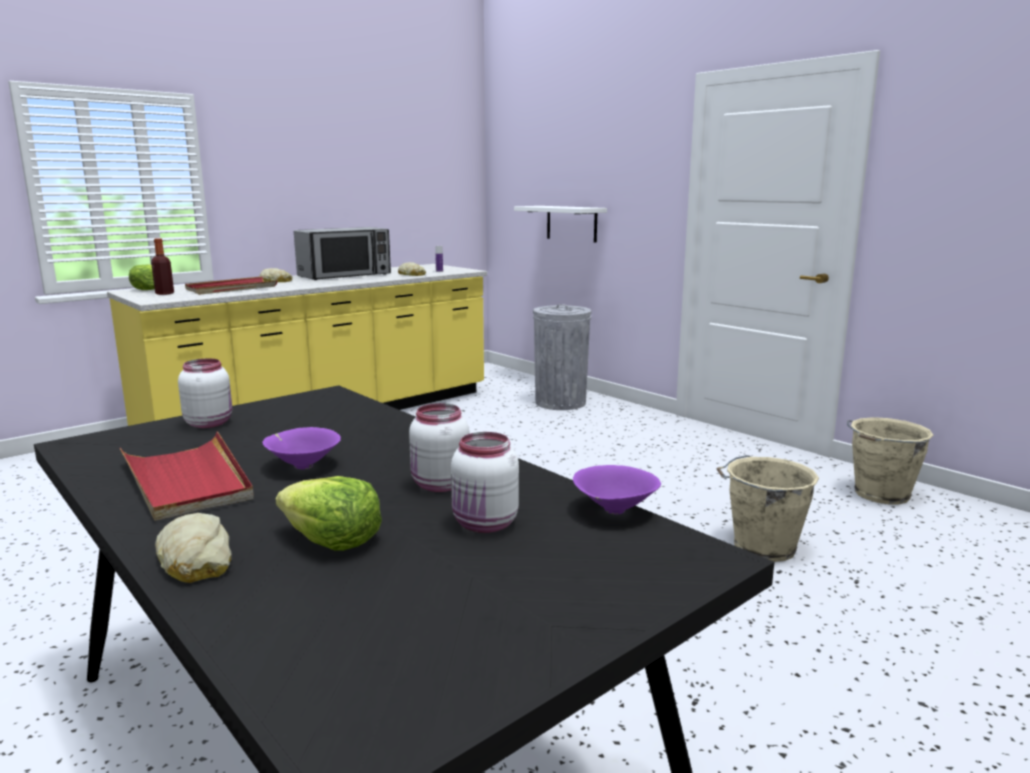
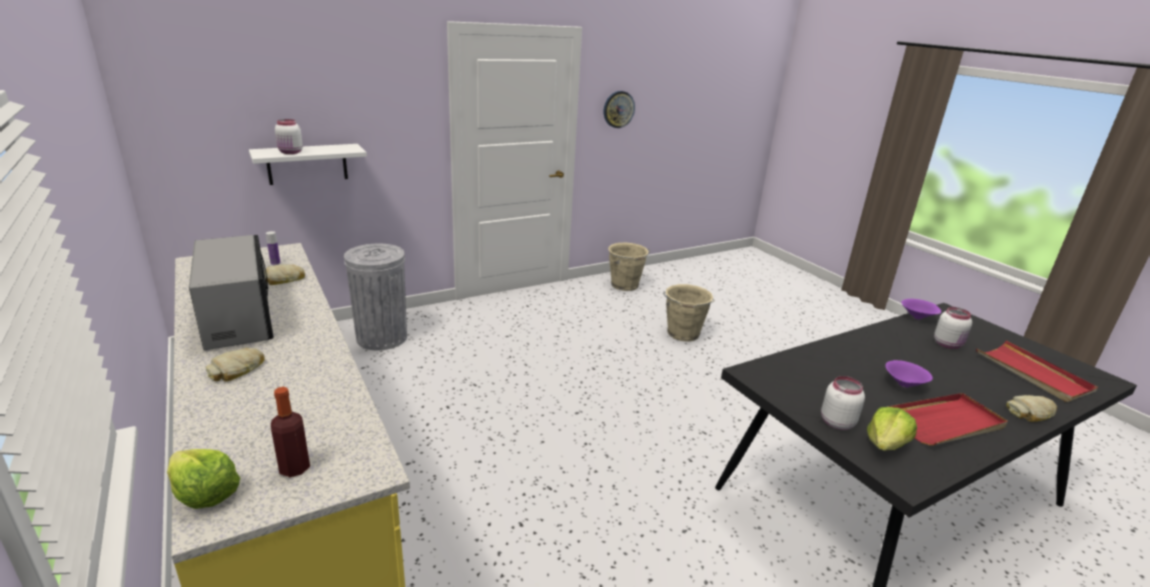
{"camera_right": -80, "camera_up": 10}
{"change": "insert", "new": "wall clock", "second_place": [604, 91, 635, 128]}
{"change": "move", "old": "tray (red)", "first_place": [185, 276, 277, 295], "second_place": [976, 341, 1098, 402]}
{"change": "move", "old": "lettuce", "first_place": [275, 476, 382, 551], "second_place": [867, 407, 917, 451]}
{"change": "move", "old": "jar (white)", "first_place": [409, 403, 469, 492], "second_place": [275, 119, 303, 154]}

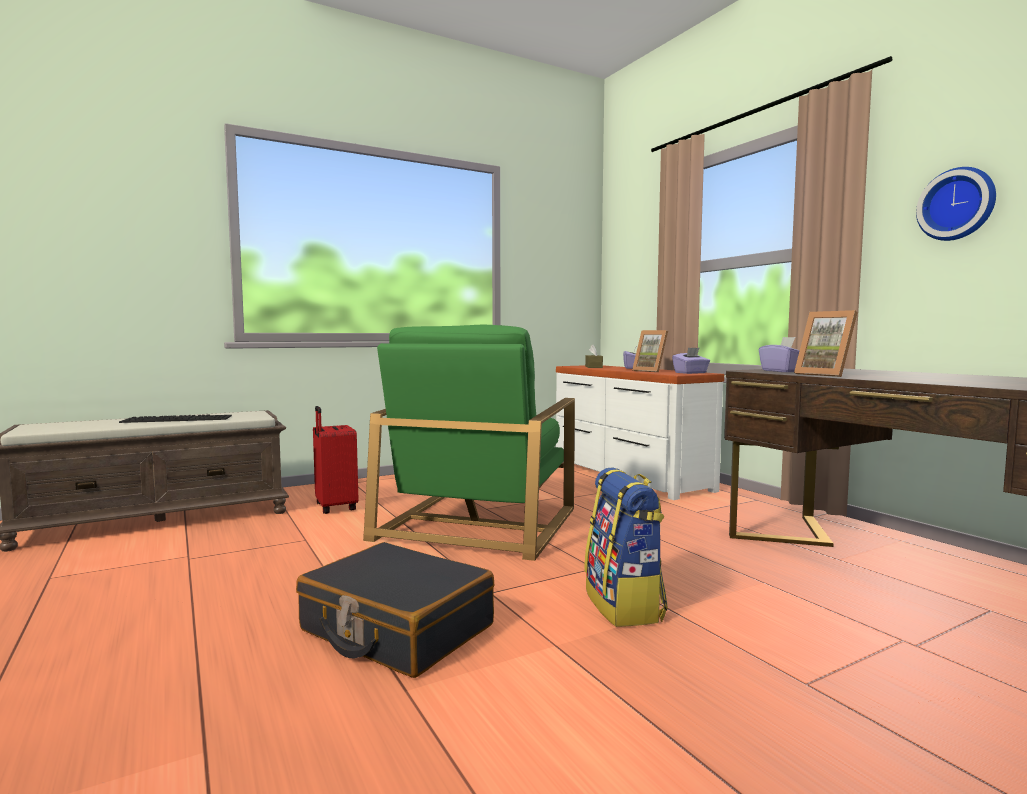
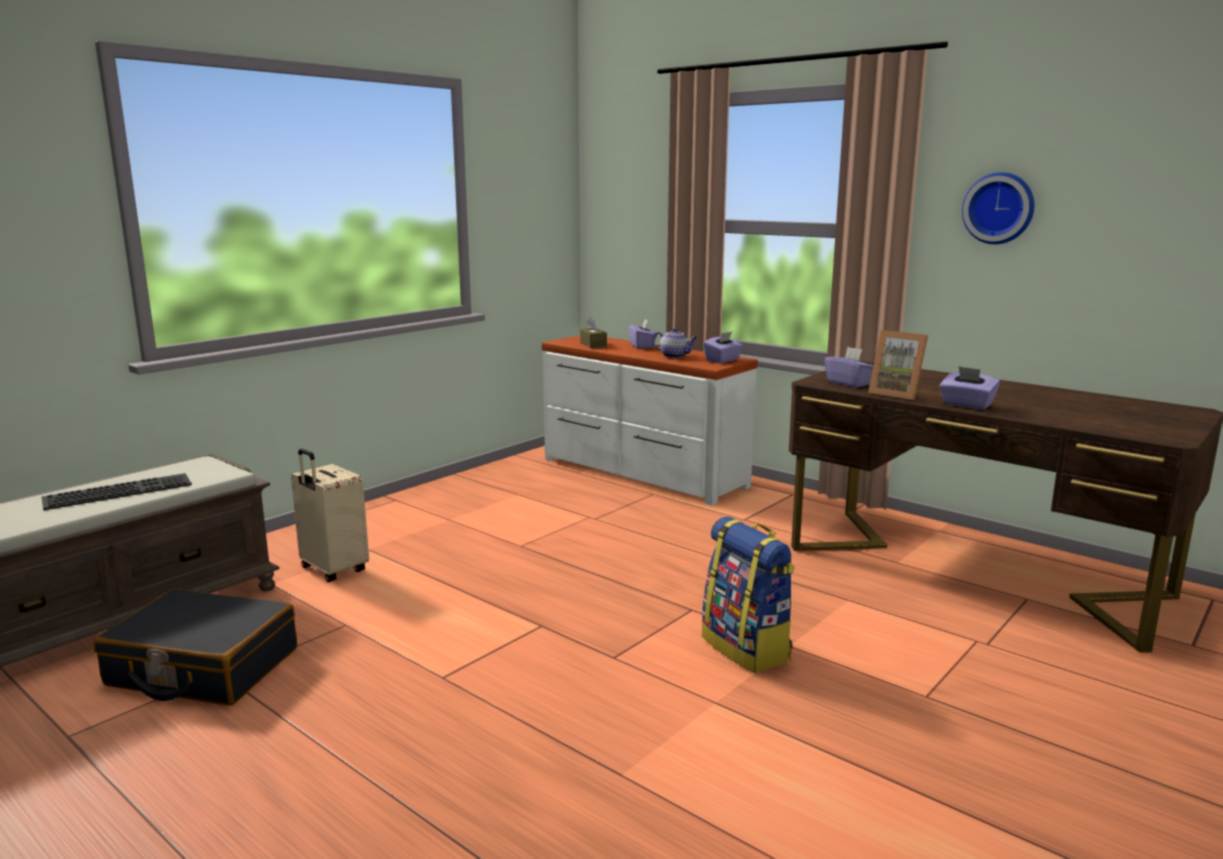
{"camera_right": -20, "camera_up": 10}
{"change": "delete", "old": "armchair (green)", "first_place": [363, 324, 575, 561]}
{"change": "insert", "new": "tissue box (purple)", "second_place": [939, 366, 1000, 410]}
{"change": "move", "old": "suitcase (black)", "first_place": [296, 542, 494, 678], "second_place": [94, 589, 297, 706]}
{"change": "replace", "old": "picture frame", "new": "teapot", "first_place": [632, 330, 668, 372], "second_place": [652, 328, 698, 358]}
{"change": "recolor", "old": "suitcase (red)", "new": "suitcase (beige)", "first_place": [313, 406, 359, 514], "second_place": [291, 448, 369, 582]}

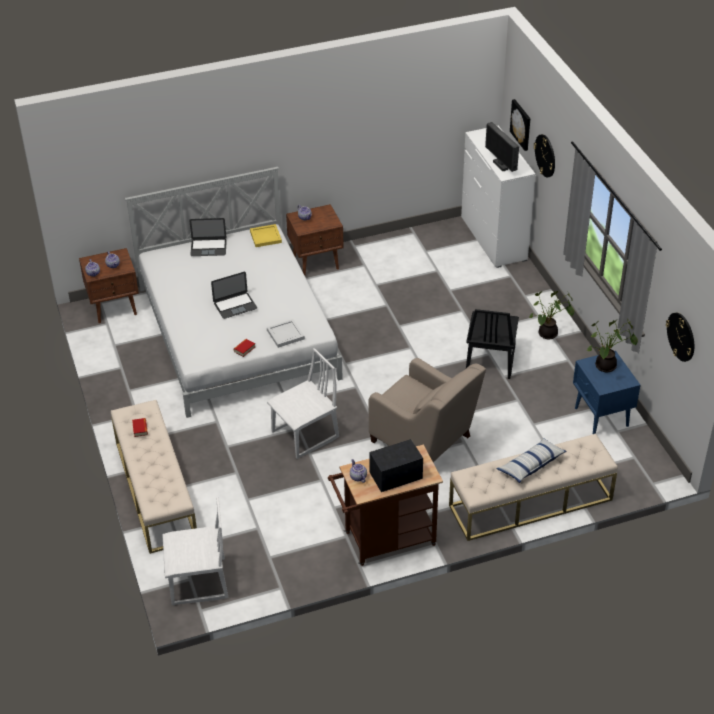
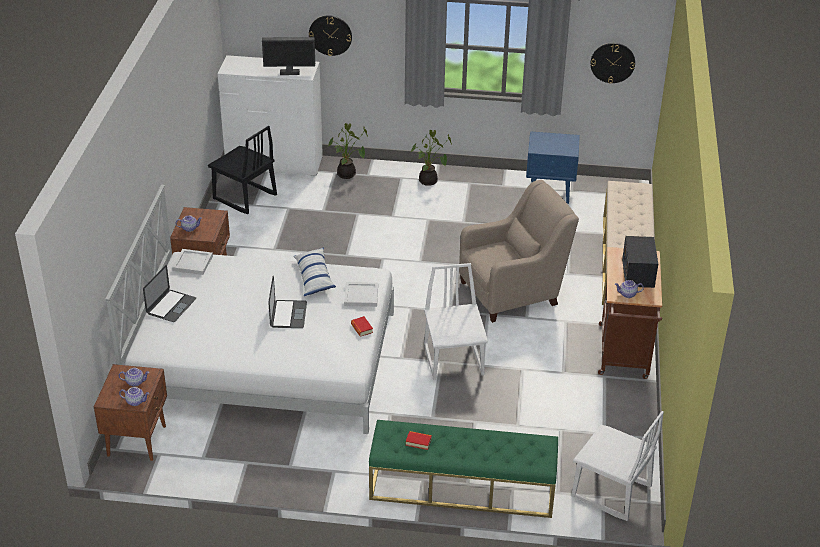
{"camera_right": -65, "camera_up": -5}
{"change": "delete", "old": "picture", "first_place": [510, 99, 531, 151]}
{"change": "move", "old": "chair (black)", "first_place": [466, 309, 519, 379], "second_place": [208, 126, 277, 214]}
{"change": "move", "old": "pillow", "first_place": [496, 438, 567, 483], "second_place": [294, 247, 336, 296]}
{"change": "move", "old": "potted plant", "first_place": [587, 319, 638, 372], "second_place": [328, 123, 368, 179]}
{"change": "recolor", "old": "bench (beige)", "new": "bench (green)", "first_place": [111, 400, 197, 554], "second_place": [369, 420, 558, 518]}
{"change": "recolor", "old": "tray (yellow)", "new": "tray (white)", "first_place": [250, 224, 282, 247], "second_place": [172, 249, 213, 275]}
{"change": "rotate", "old": "chair (white)", "first_place": [162, 497, 228, 605], "second_place": [572, 411, 664, 521], "degrees": 105}

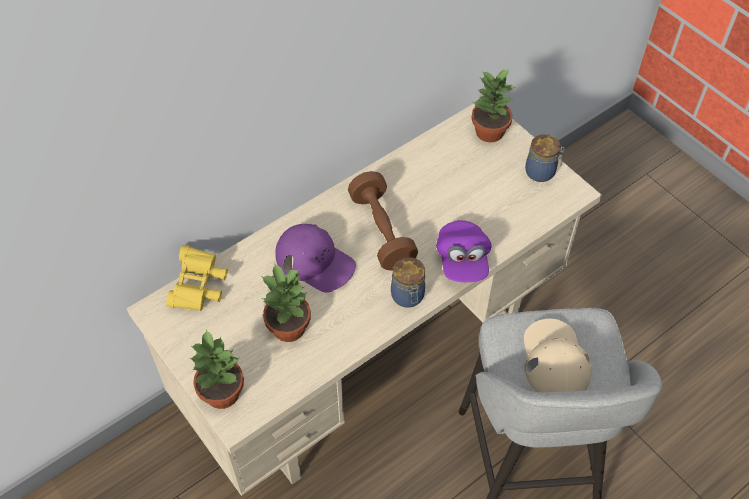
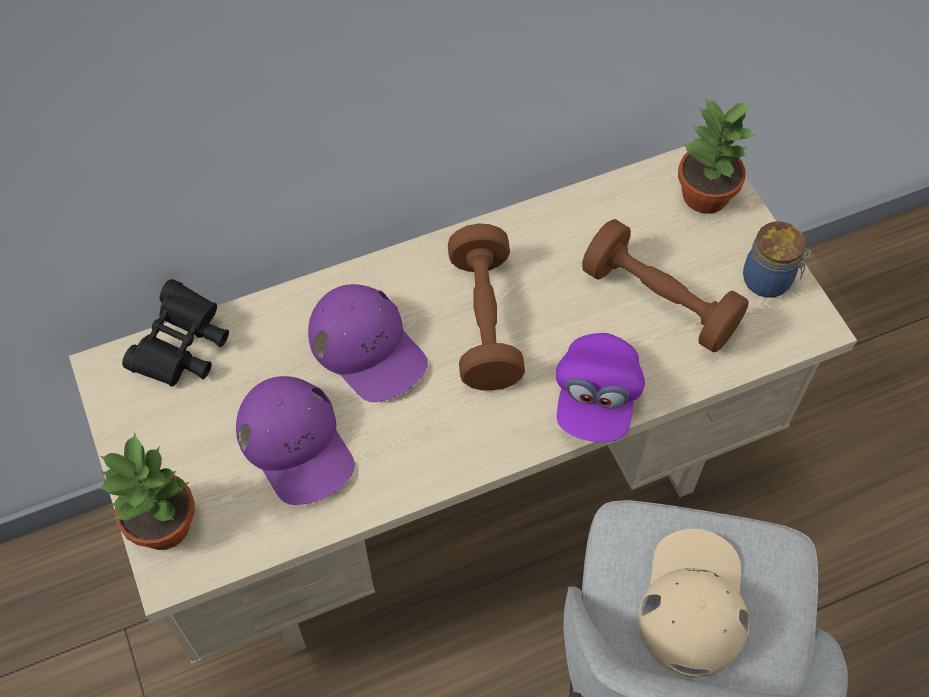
{"camera_right": 15, "camera_up": 5}
{"change": "delete", "old": "jar", "first_place": [391, 257, 425, 308]}
{"change": "insert", "new": "dumbbell (brown)", "second_place": [582, 219, 749, 352]}
{"change": "replace", "old": "potted plant", "new": "cap (purple)", "first_place": [261, 264, 311, 342], "second_place": [236, 376, 355, 505]}
{"change": "recolor", "old": "binoculars (yellow)", "new": "binoculars (black)", "first_place": [166, 245, 228, 311], "second_place": [122, 279, 229, 387]}

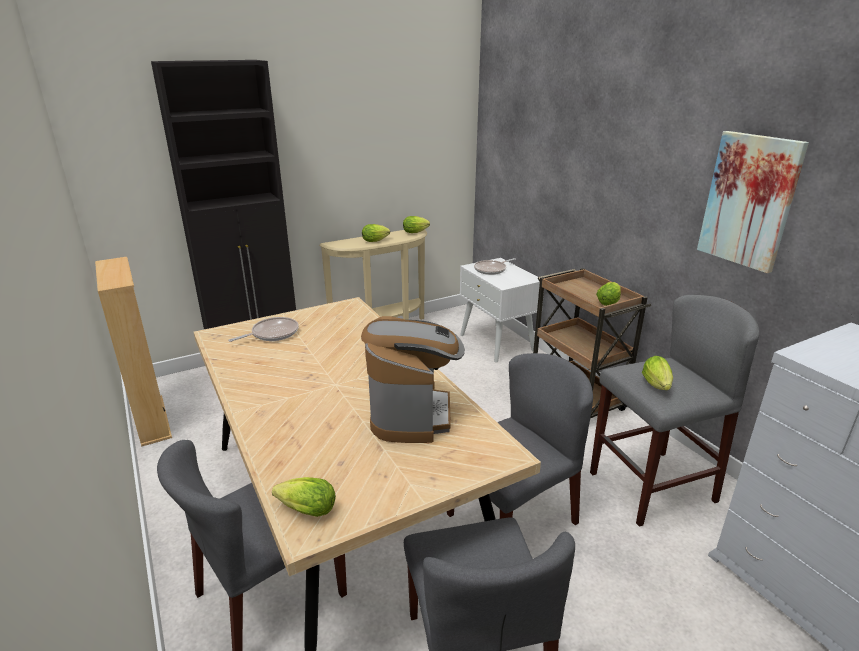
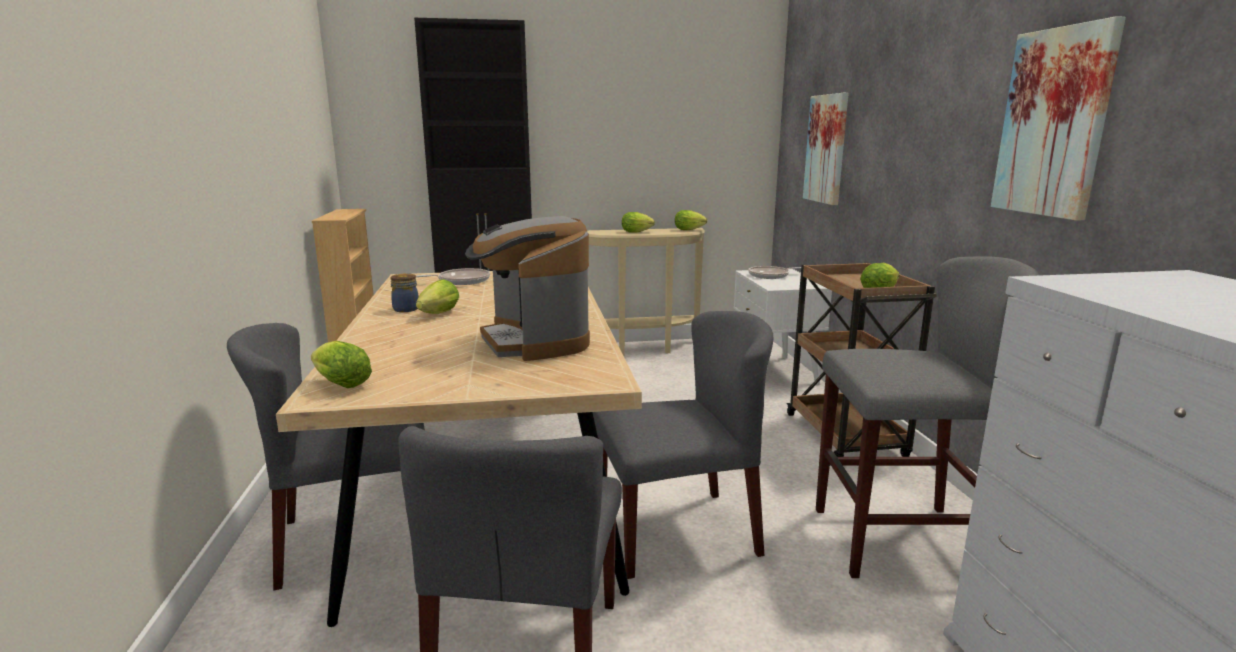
{"camera_right": 20, "camera_up": -10}
{"change": "insert", "new": "jar", "second_place": [391, 273, 419, 312]}
{"change": "insert", "new": "picture", "second_place": [803, 93, 849, 205]}
{"change": "move", "old": "lettuce", "first_place": [642, 356, 673, 390], "second_place": [416, 279, 459, 314]}
{"change": "rotate", "old": "coffee machine", "first_place": [361, 316, 465, 443], "second_place": [465, 216, 590, 361], "degrees": 135}

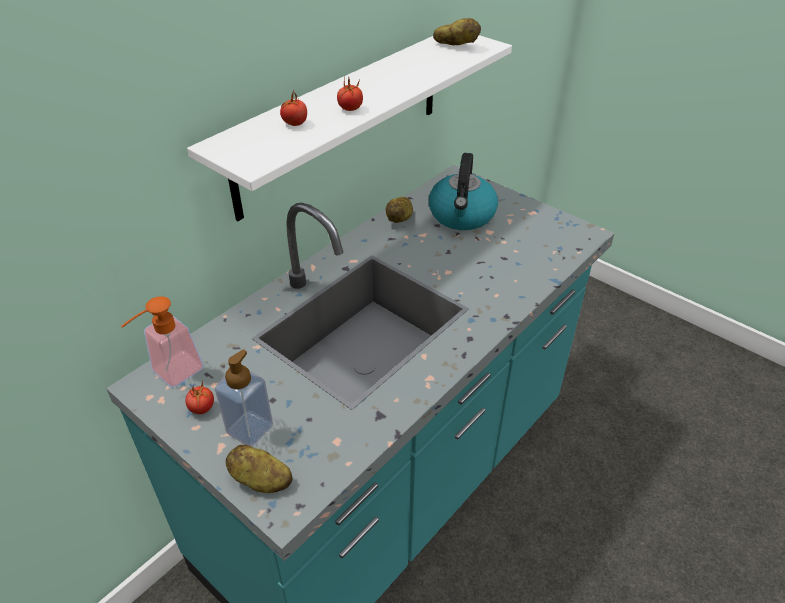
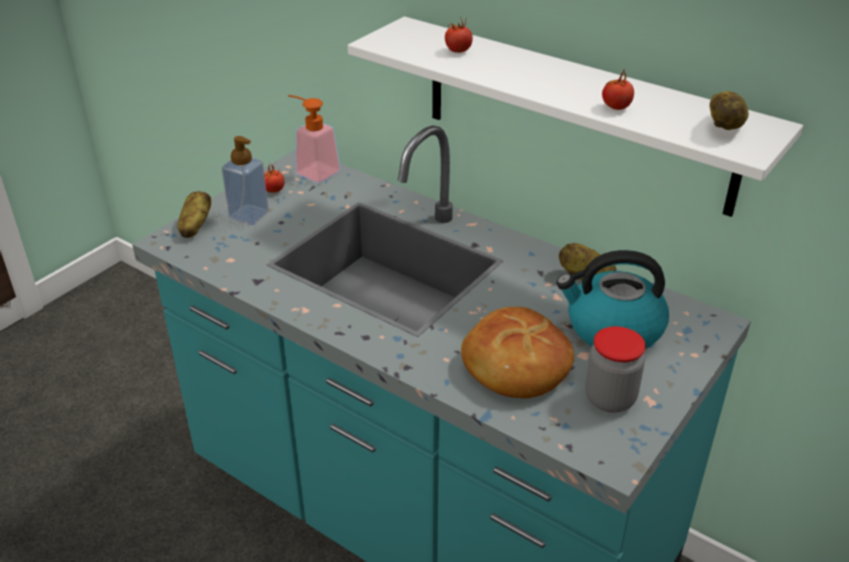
{"camera_right": 85, "camera_up": -5}
{"change": "insert", "new": "bread", "second_place": [461, 307, 574, 398]}
{"change": "insert", "new": "jar", "second_place": [585, 326, 646, 413]}
{"change": "move", "old": "tomato", "first_place": [337, 77, 363, 111], "second_place": [602, 69, 634, 110]}

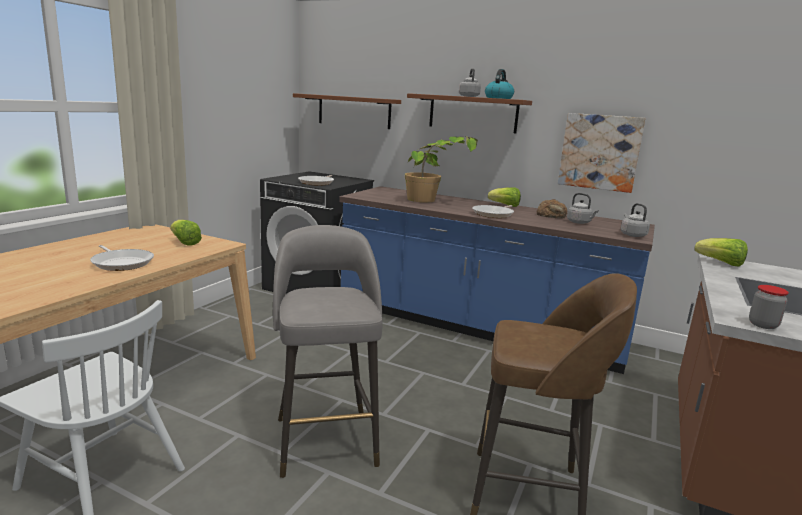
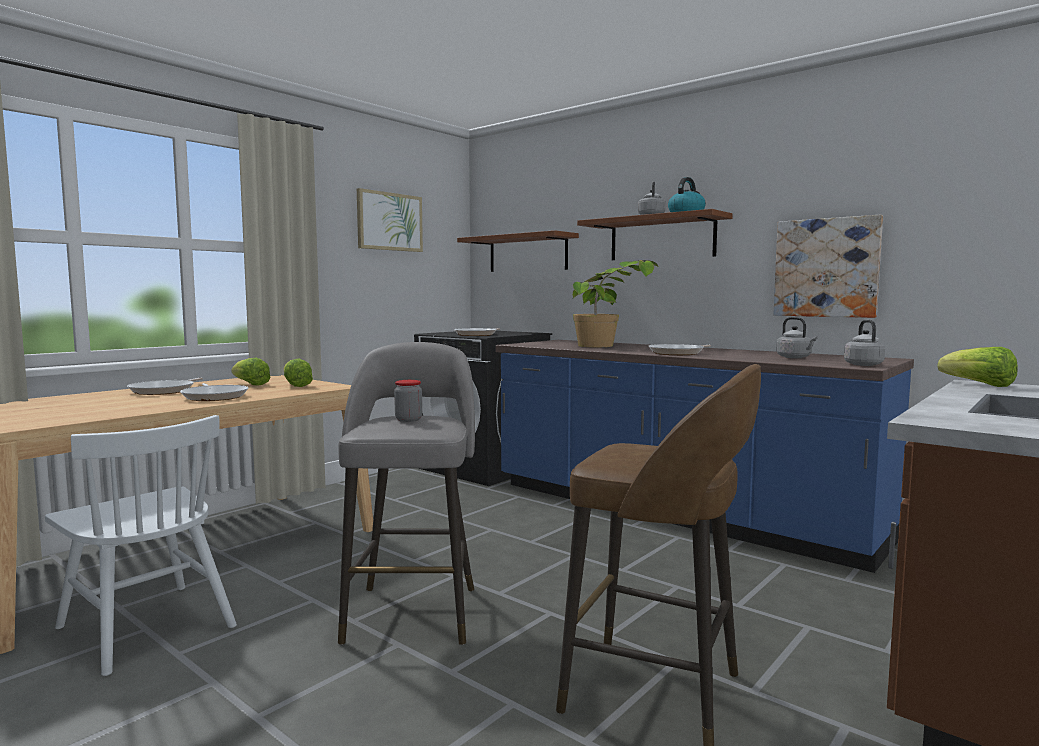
{"camera_right": 15, "camera_up": -10}
{"change": "delete", "old": "bread", "first_place": [537, 199, 567, 219]}
{"change": "insert", "new": "frying pan", "second_place": [127, 377, 203, 395]}
{"change": "insert", "new": "picture", "second_place": [357, 188, 423, 252]}
{"change": "move", "old": "lettuce", "first_place": [488, 187, 521, 207], "second_place": [231, 358, 271, 386]}
{"change": "move", "old": "jar", "first_place": [749, 285, 789, 329], "second_place": [394, 380, 422, 422]}

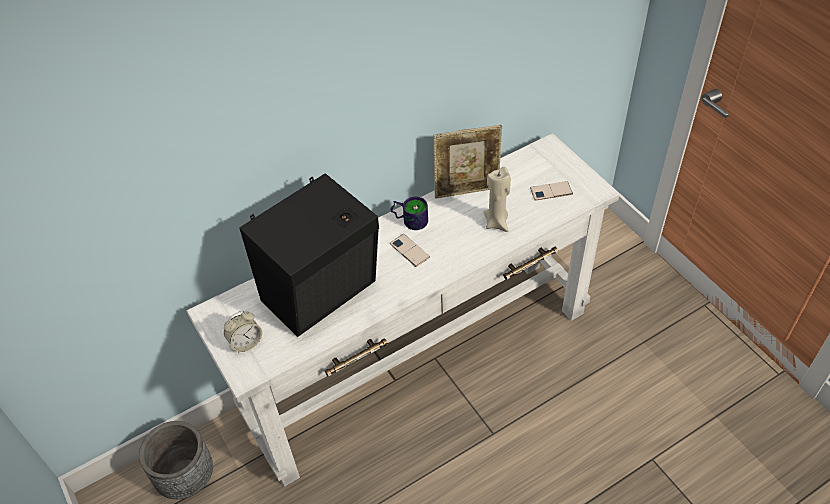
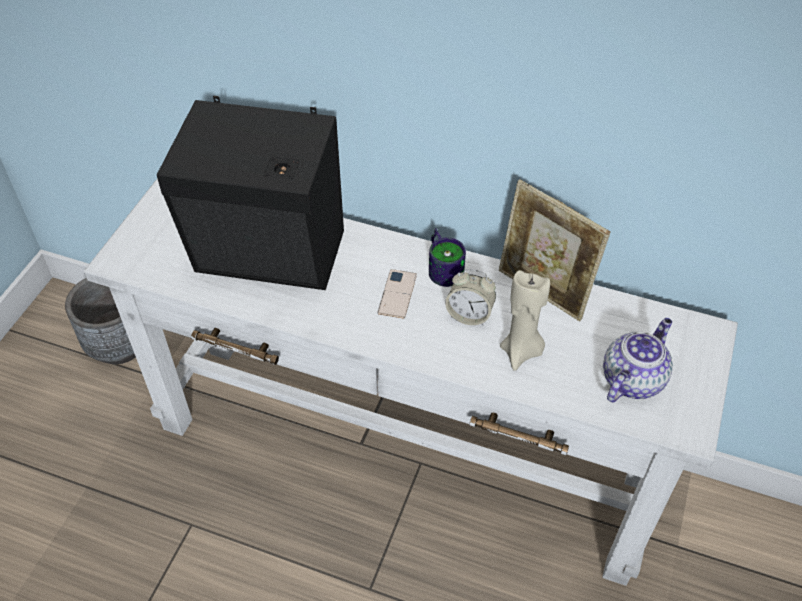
{"camera_right": 50, "camera_up": 0}
{"change": "move", "old": "alarm clock", "first_place": [224, 311, 262, 353], "second_place": [445, 269, 496, 325]}
{"change": "replace", "old": "phone", "new": "teapot", "first_place": [530, 181, 573, 201], "second_place": [603, 318, 673, 402]}

